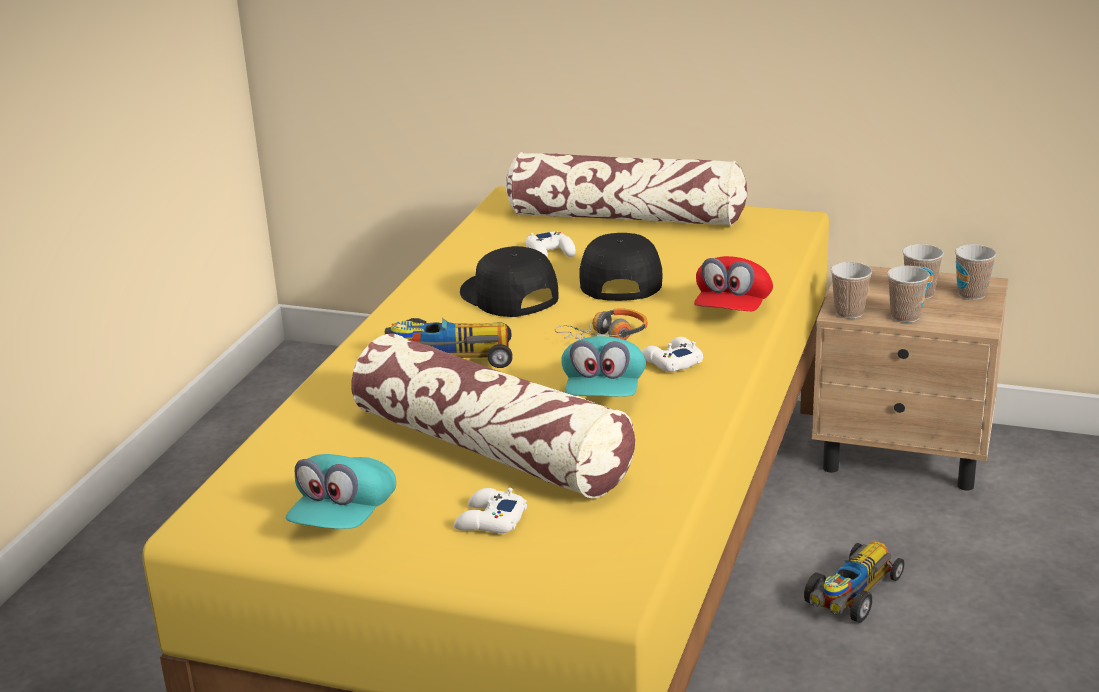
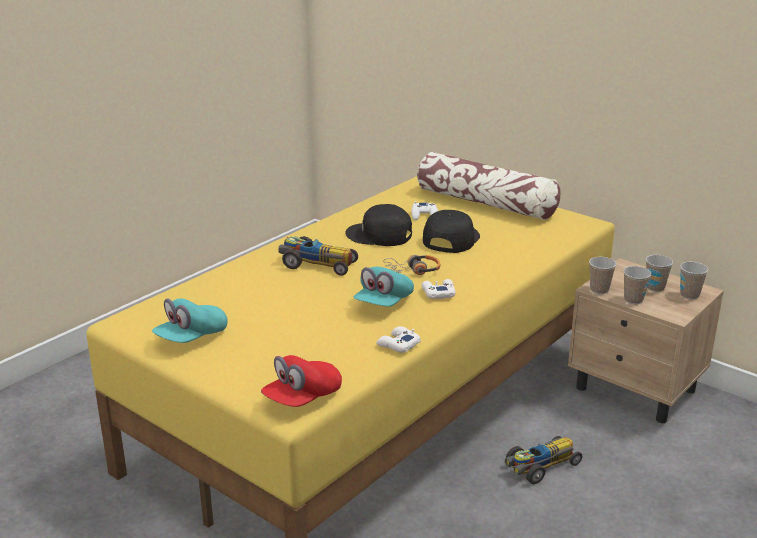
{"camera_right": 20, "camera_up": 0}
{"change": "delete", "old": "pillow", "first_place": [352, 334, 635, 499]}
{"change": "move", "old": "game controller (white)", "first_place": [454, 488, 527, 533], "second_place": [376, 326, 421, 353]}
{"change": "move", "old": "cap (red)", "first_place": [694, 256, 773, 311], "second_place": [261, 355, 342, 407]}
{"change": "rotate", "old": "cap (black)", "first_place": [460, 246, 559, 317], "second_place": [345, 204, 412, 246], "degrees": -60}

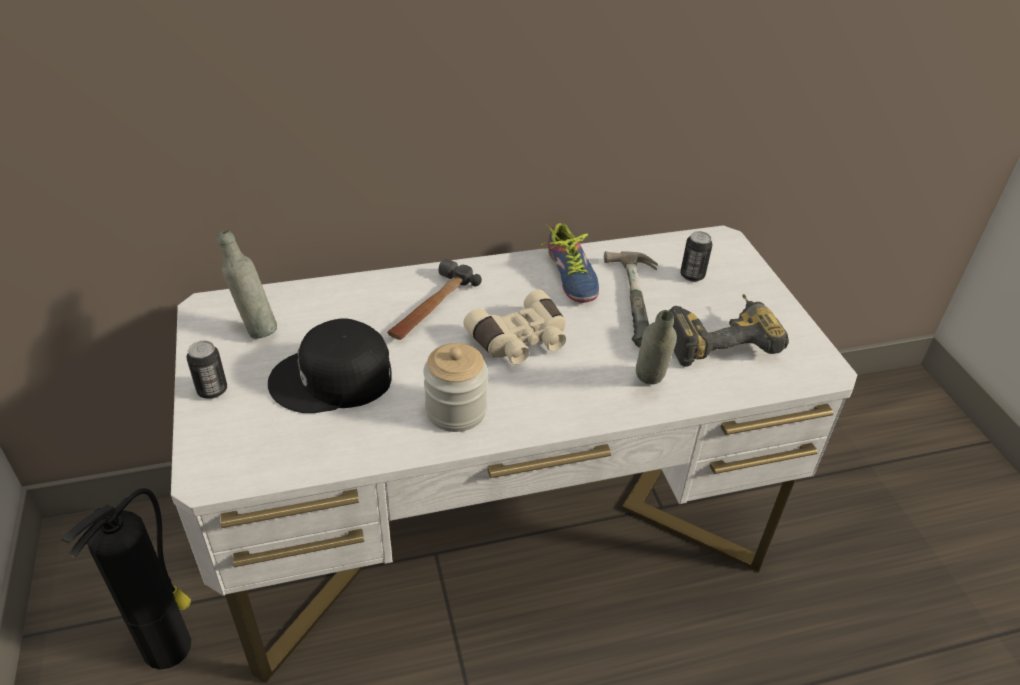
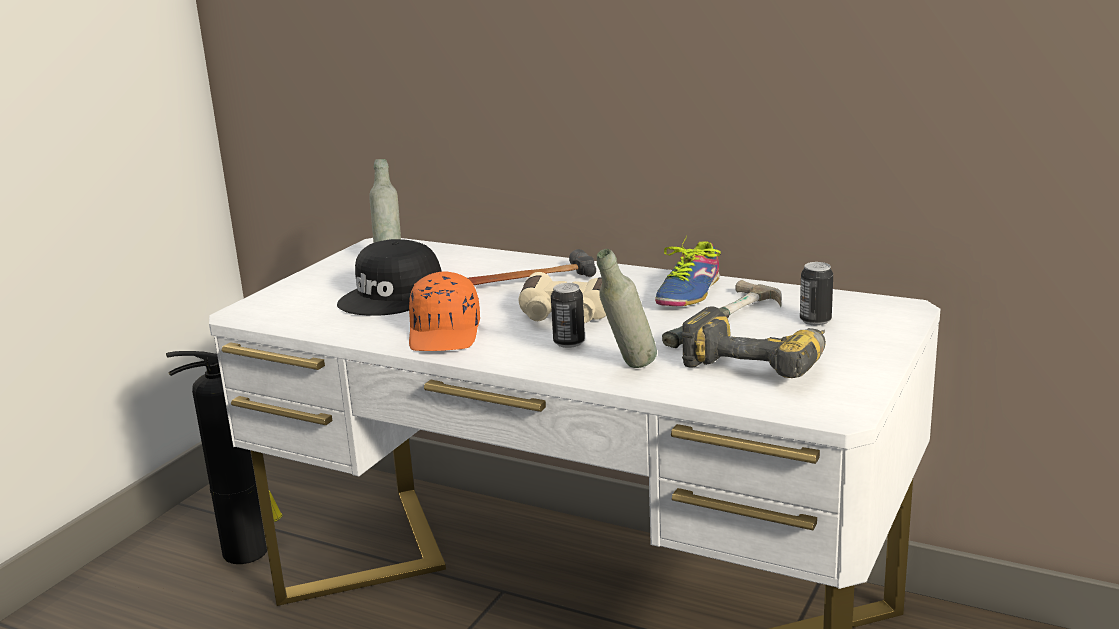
{"camera_right": 45, "camera_up": -20}
{"change": "move", "old": "can", "first_place": [186, 341, 227, 399], "second_place": [551, 283, 585, 348]}
{"change": "replace", "old": "jar", "new": "cap (orange)", "first_place": [423, 343, 488, 432], "second_place": [409, 272, 480, 351]}
{"change": "rotate", "old": "cap (black)", "first_place": [268, 318, 392, 413], "second_place": [337, 239, 442, 316], "degrees": -90}

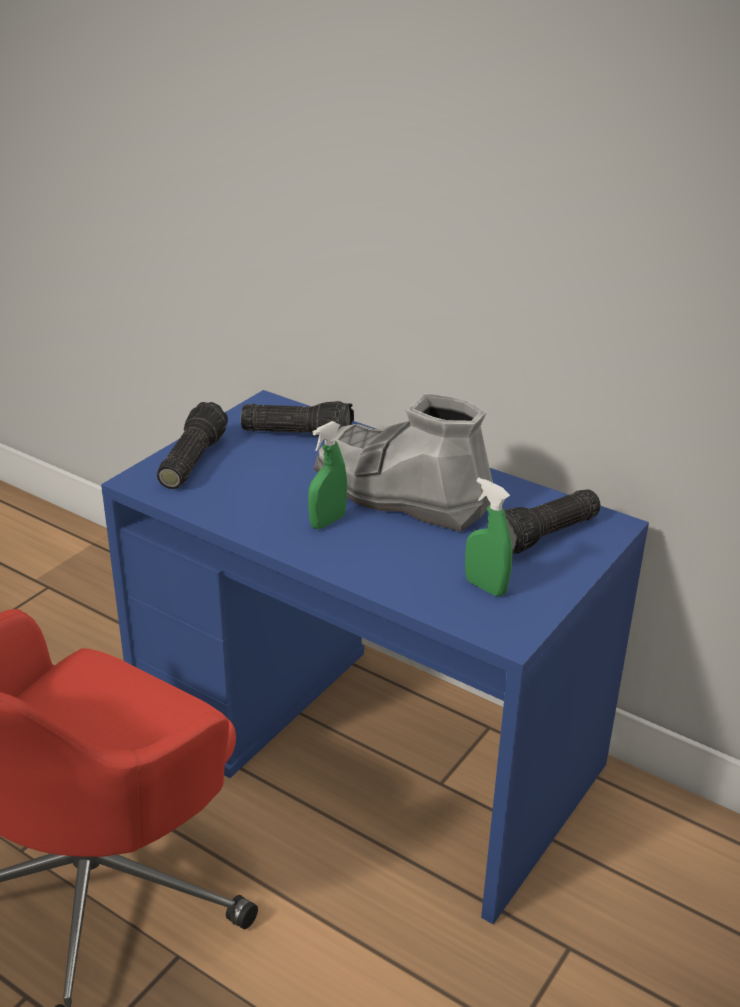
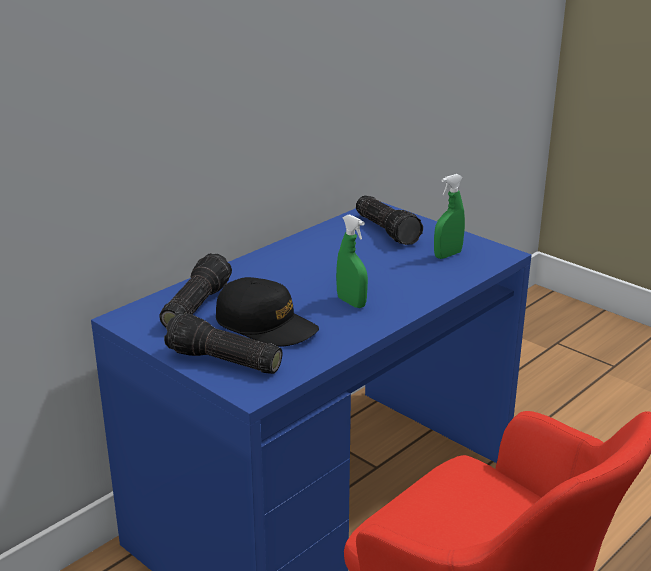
{"camera_right": -80, "camera_up": -5}
{"change": "delete", "old": "boot (grey)", "first_place": [314, 393, 493, 532]}
{"change": "insert", "new": "cap (black)", "second_place": [216, 277, 319, 346]}

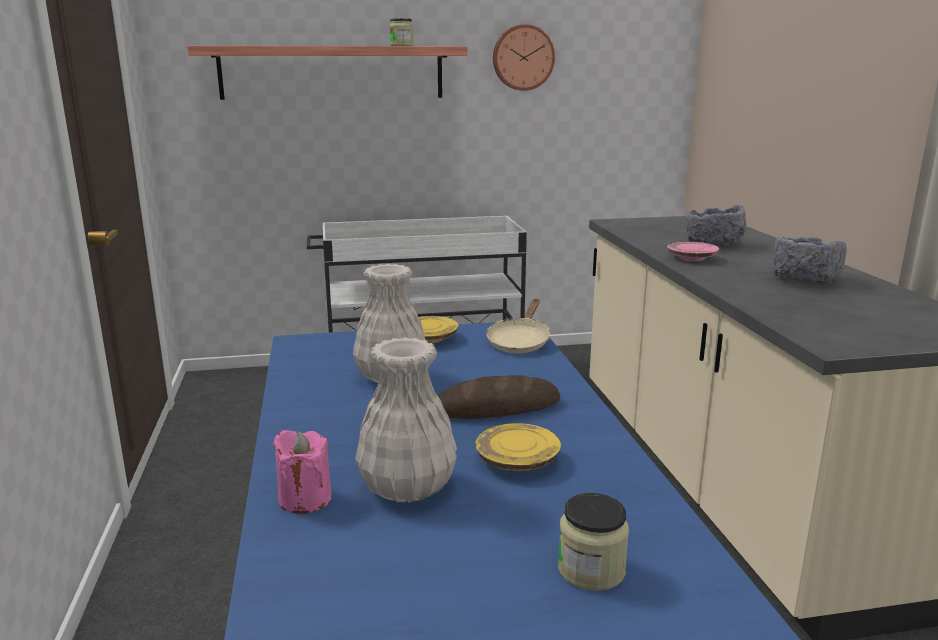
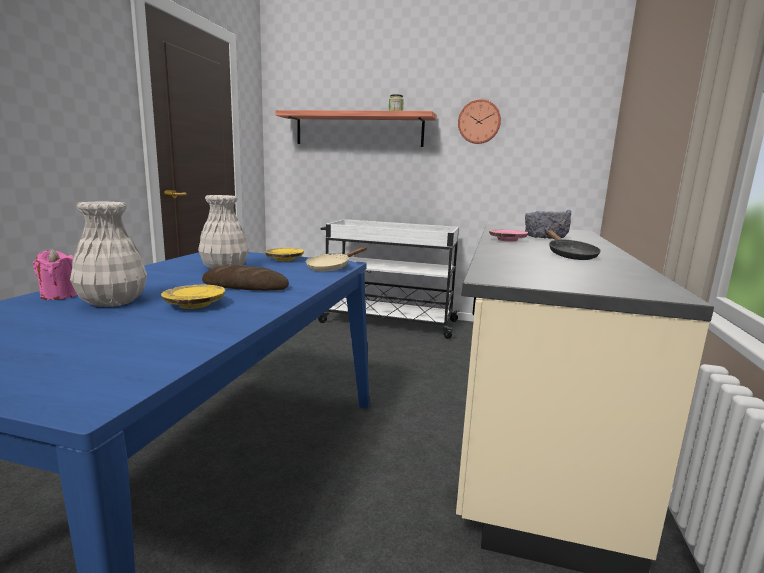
{"camera_right": 25, "camera_up": -5}
{"change": "delete", "old": "jar", "first_place": [558, 493, 629, 591]}
{"change": "replace", "old": "bowl (grey)", "new": "frying pan (black)", "first_place": [774, 237, 847, 284], "second_place": [546, 230, 601, 260]}

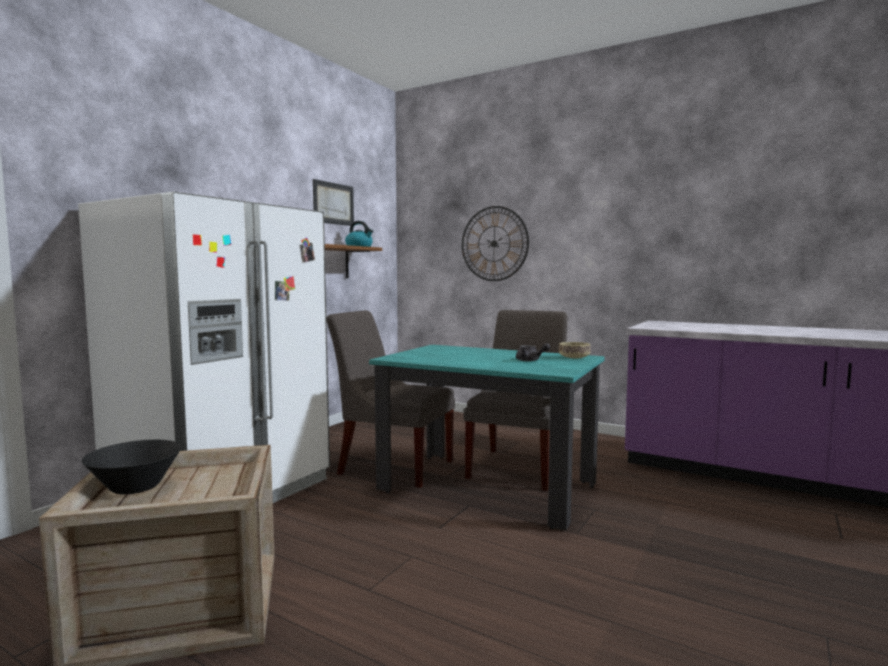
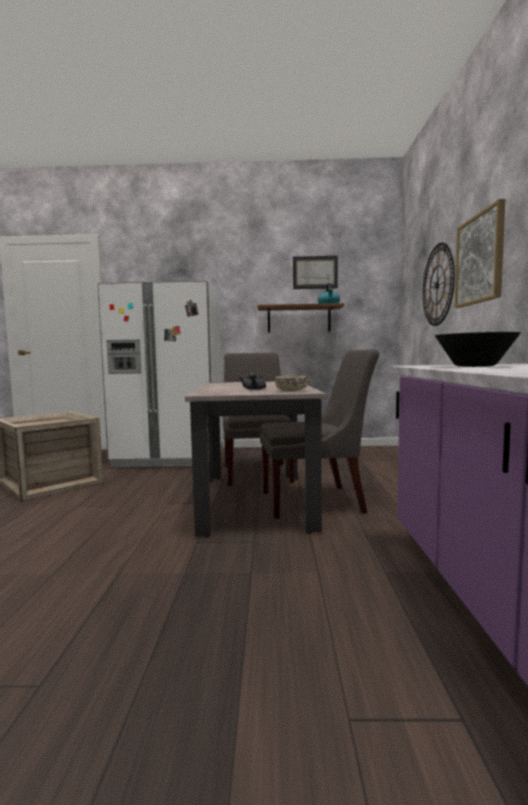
{"camera_right": 60, "camera_up": 0}
{"change": "insert", "new": "picture", "second_place": [455, 199, 505, 308]}
{"change": "move", "old": "bowl (black)", "first_place": [81, 440, 182, 495], "second_place": [435, 332, 521, 367]}
{"change": "recolor", "old": "dining table (turquoise)", "new": "dining table (beige)", "first_place": [369, 345, 605, 530], "second_place": [185, 381, 326, 538]}

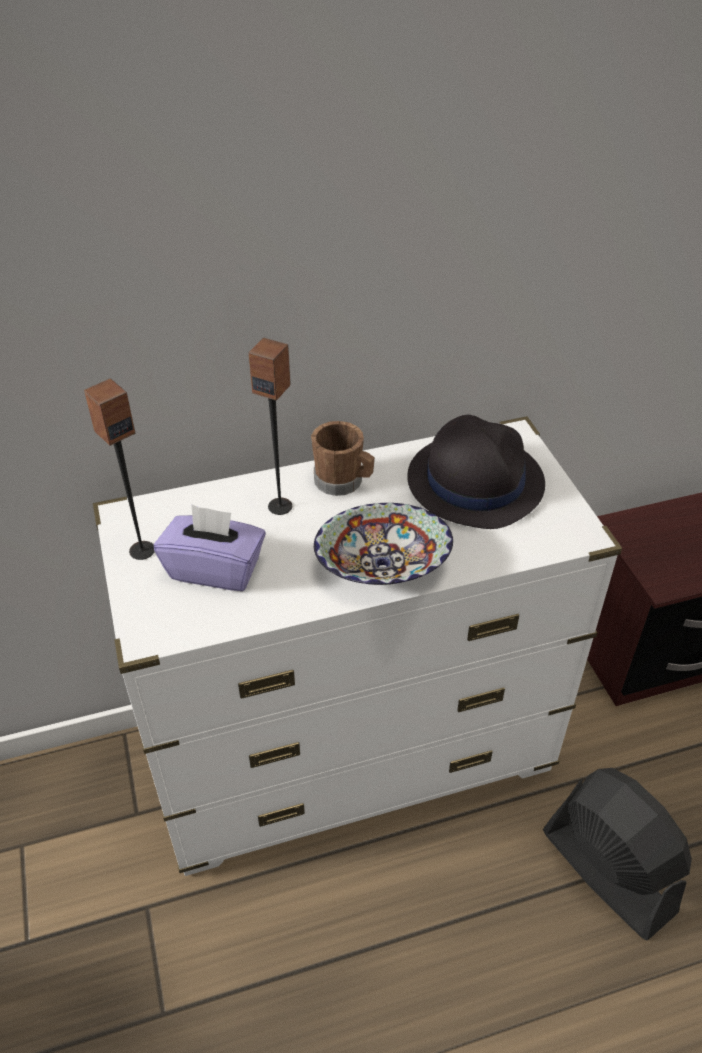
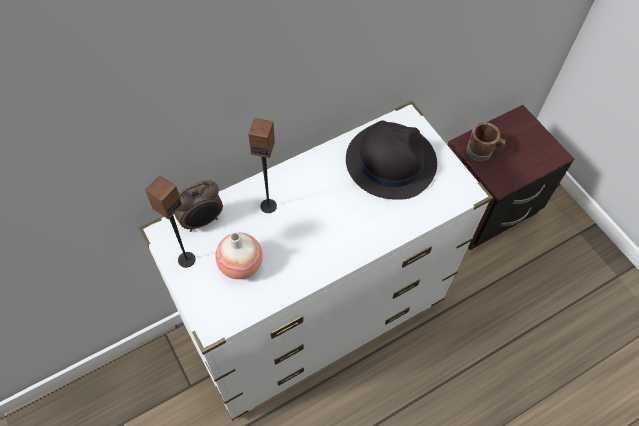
{"camera_right": -15, "camera_up": 15}
{"change": "delete", "old": "bowl", "first_place": [314, 503, 453, 585]}
{"change": "delete", "old": "fan (black)", "first_place": [543, 768, 692, 941]}
{"change": "insert", "new": "alarm clock", "second_place": [174, 180, 223, 232]}
{"change": "move", "old": "mug (brown)", "first_place": [311, 421, 375, 496], "second_place": [467, 122, 506, 161]}
{"change": "replace", "old": "tissue box (purple)", "new": "vase", "first_place": [154, 504, 266, 591], "second_place": [215, 232, 263, 279]}

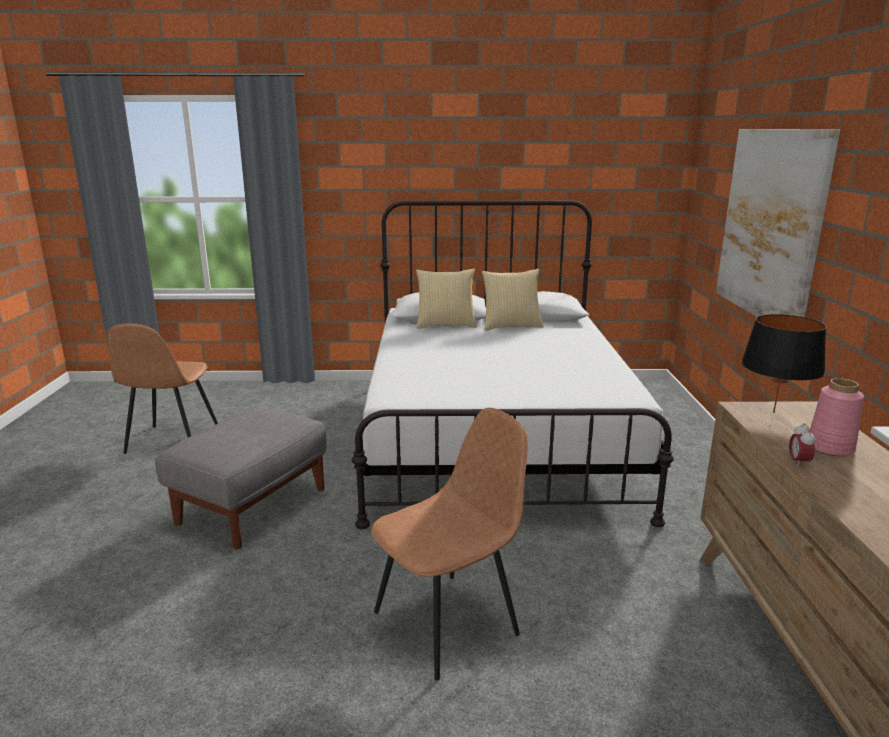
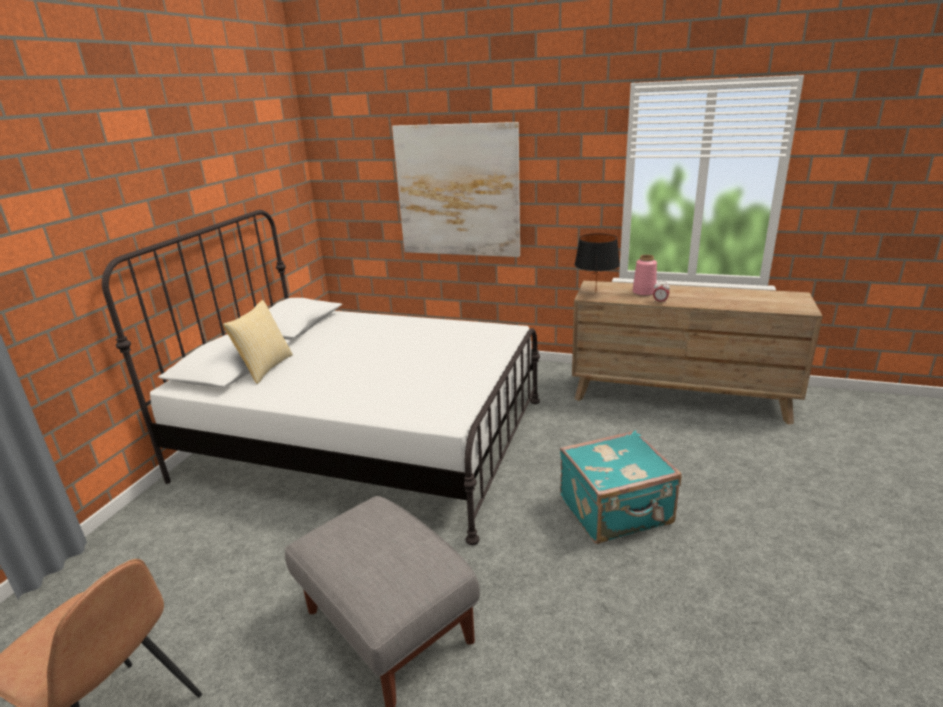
{"camera_right": -70, "camera_up": 5}
{"change": "delete", "old": "pillow", "first_place": [482, 269, 544, 330]}
{"change": "replace", "old": "chair (brown)", "new": "suitcase (turquoise)", "first_place": [371, 408, 528, 680], "second_place": [560, 430, 682, 544]}

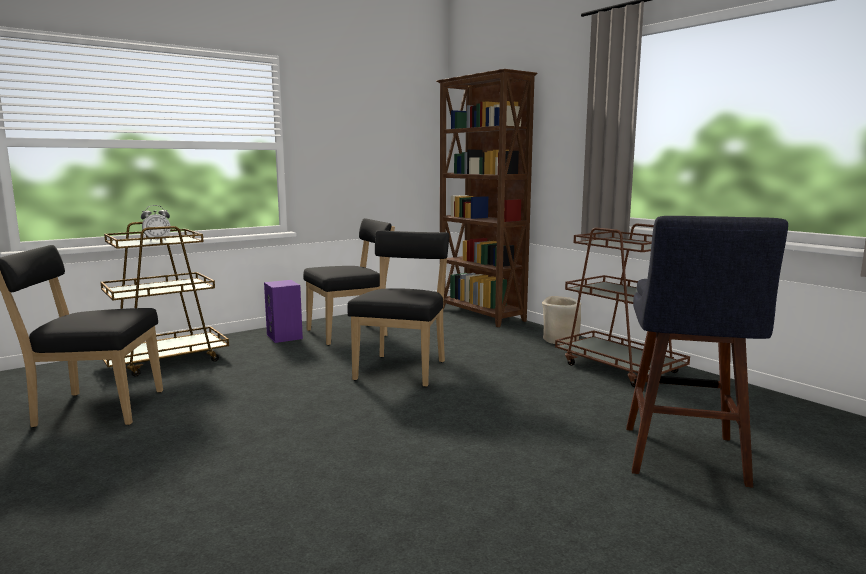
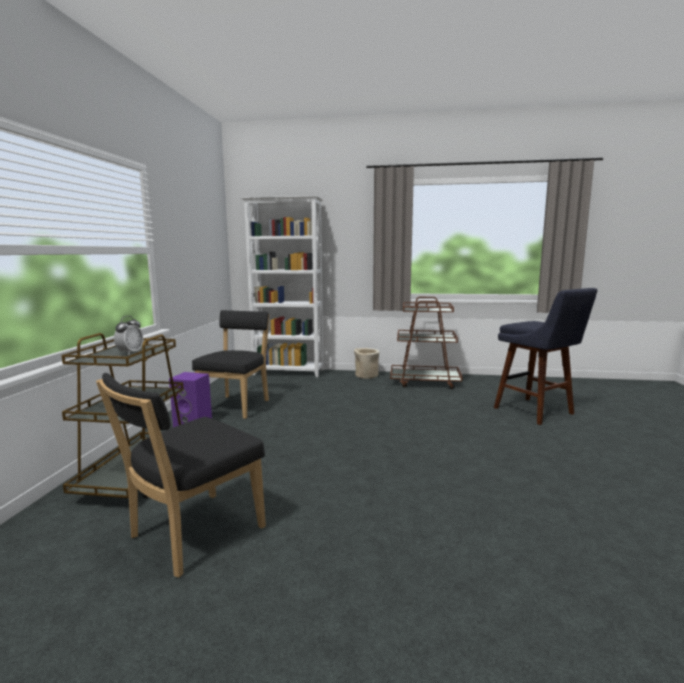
{"camera_right": -45, "camera_up": 0}
{"change": "delete", "old": "chair (black)", "first_place": [347, 230, 450, 387]}
{"change": "recolor", "old": "bookcase (brown)", "new": "bookcase (white)", "first_place": [436, 69, 537, 327], "second_place": [241, 196, 323, 377]}

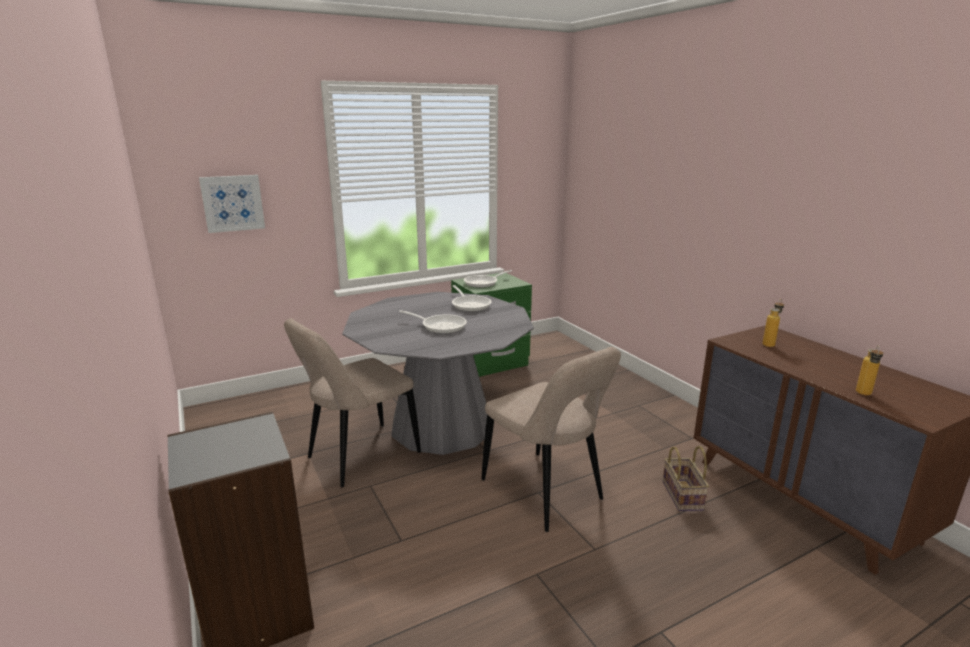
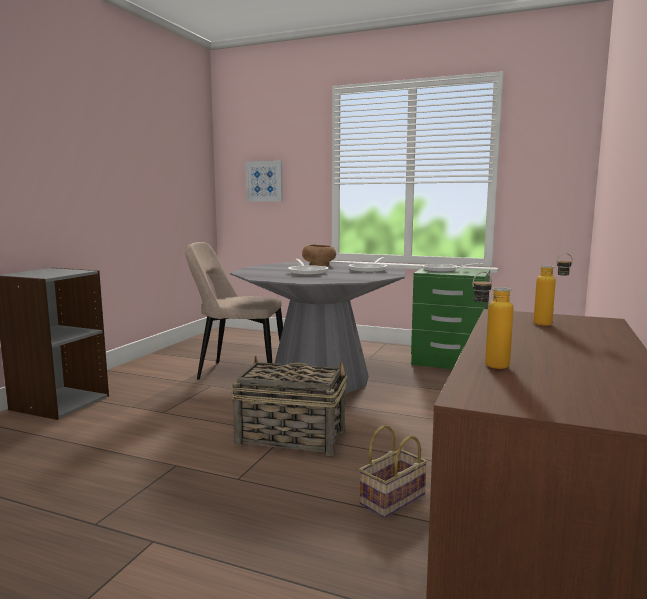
{"camera_right": 50, "camera_up": -10}
{"change": "insert", "new": "bowl (brown)", "second_place": [302, 244, 336, 266]}
{"change": "replace", "old": "chair (beige)", "new": "basket", "first_place": [482, 347, 621, 532], "second_place": [231, 355, 348, 456]}

